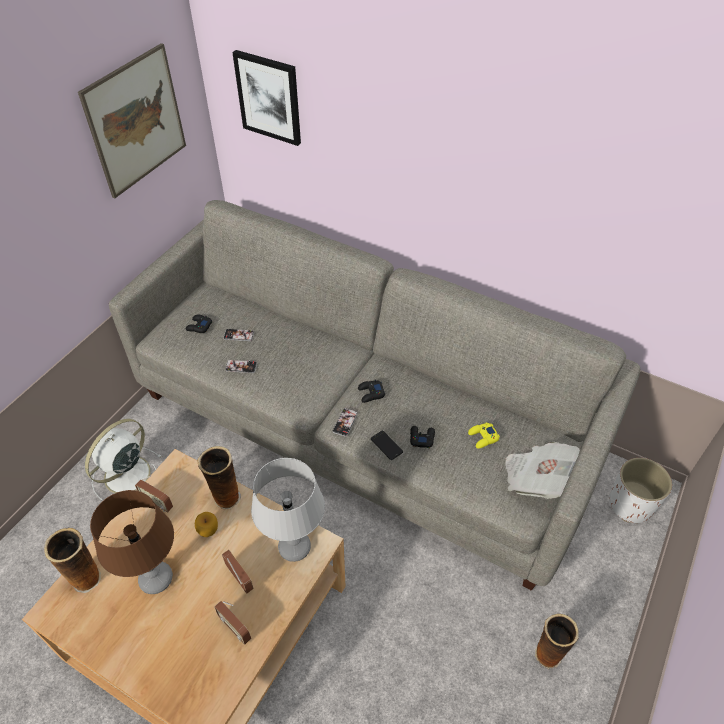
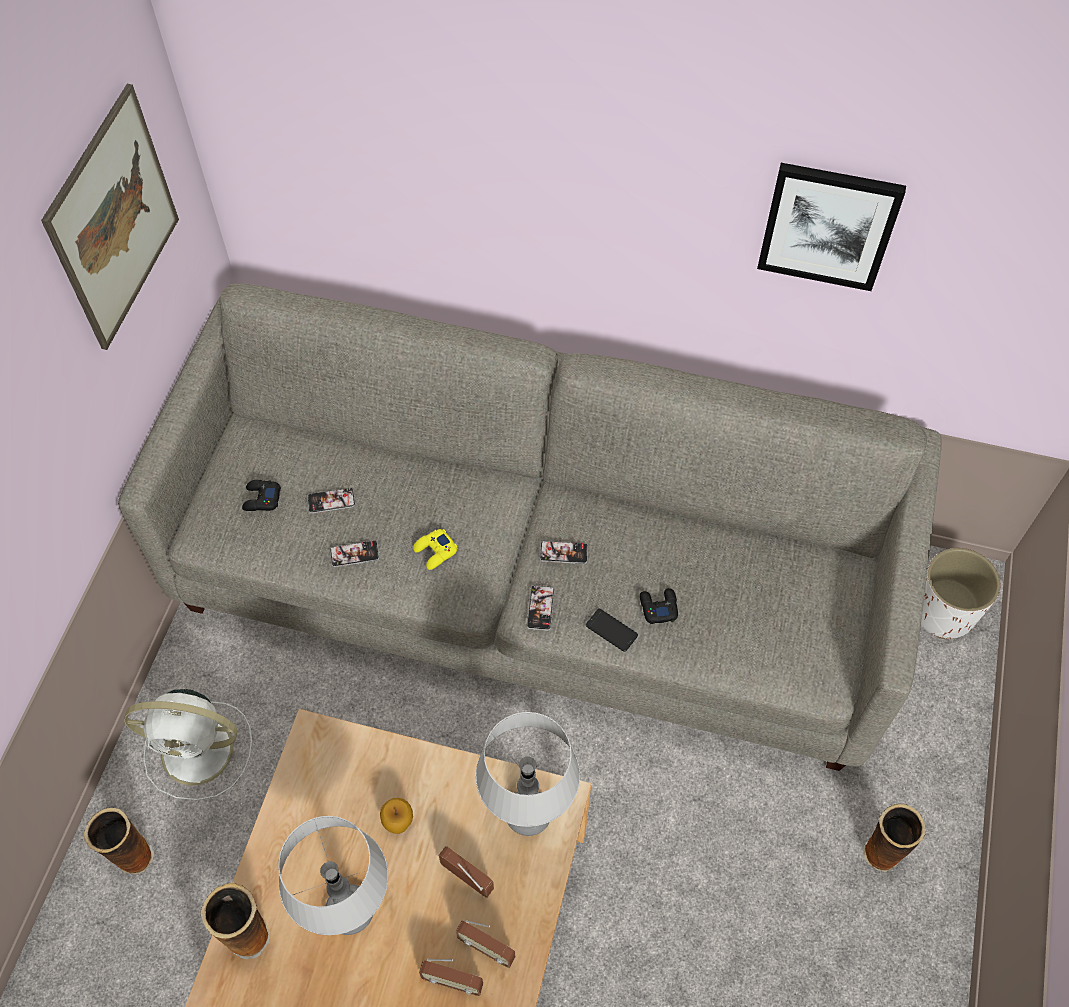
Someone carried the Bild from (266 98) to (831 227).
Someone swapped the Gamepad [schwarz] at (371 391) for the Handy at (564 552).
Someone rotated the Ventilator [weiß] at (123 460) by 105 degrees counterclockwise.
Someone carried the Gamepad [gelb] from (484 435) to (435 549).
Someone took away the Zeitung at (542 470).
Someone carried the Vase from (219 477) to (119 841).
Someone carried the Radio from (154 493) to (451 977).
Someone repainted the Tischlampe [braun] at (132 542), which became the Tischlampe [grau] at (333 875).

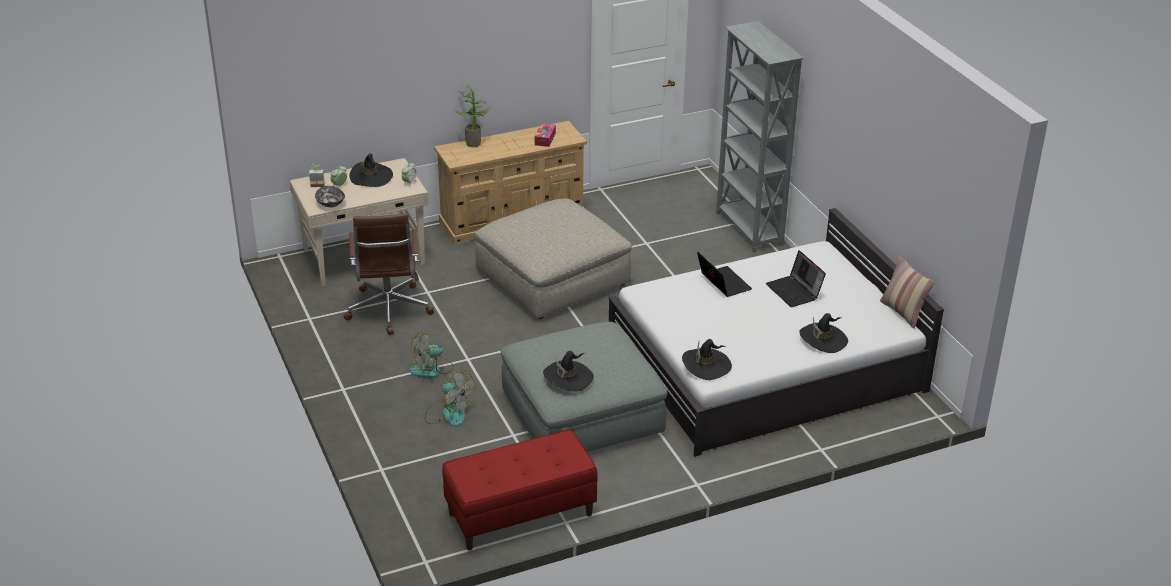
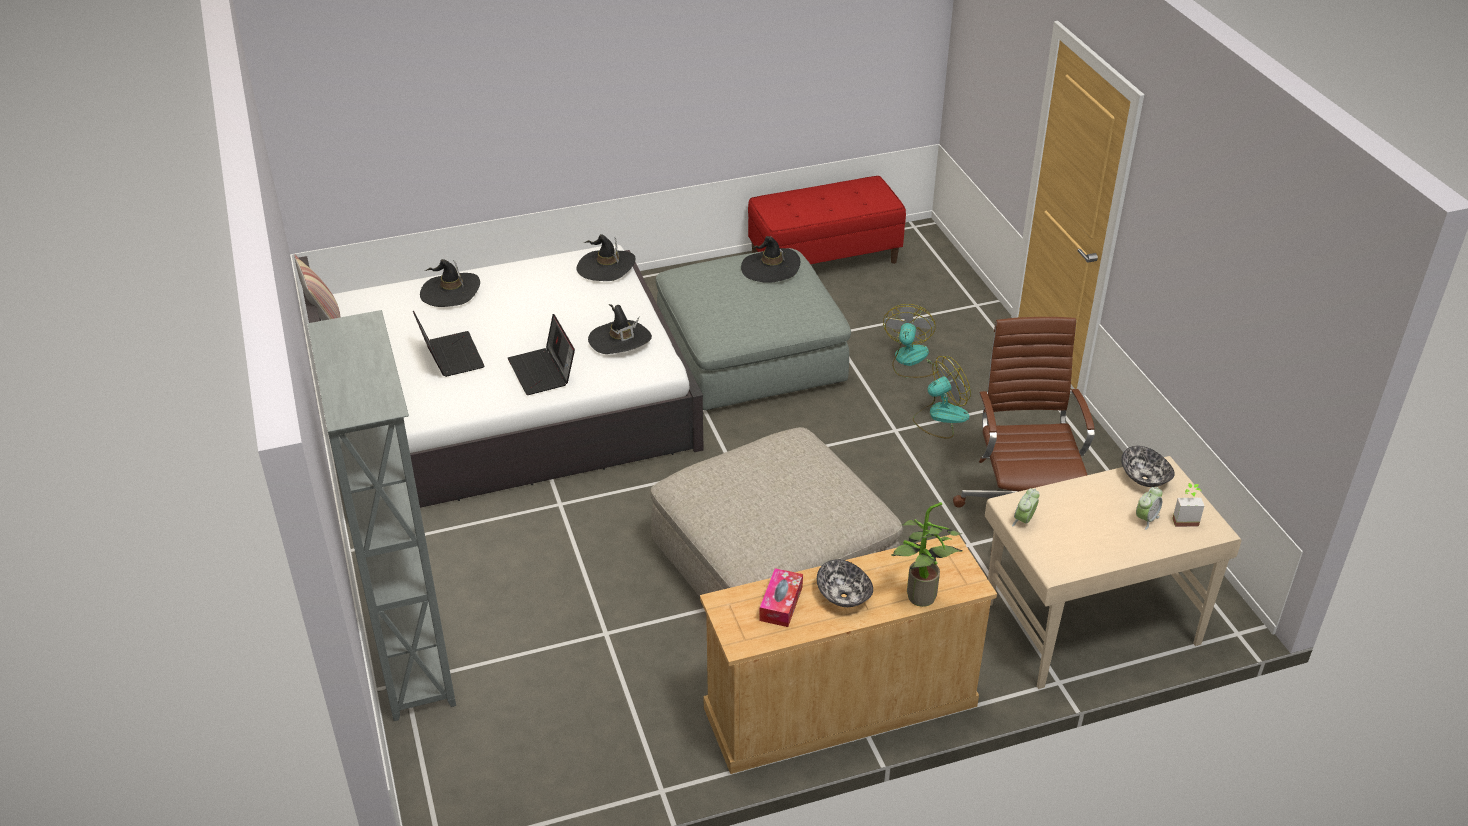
Someone carried the Hut [schwarz] from (371 170) to (620 329).
Someone rotated the Ventilator at (450 398) by 60 degrees clockwise.
Someone put down the Schüssel at (845 583).

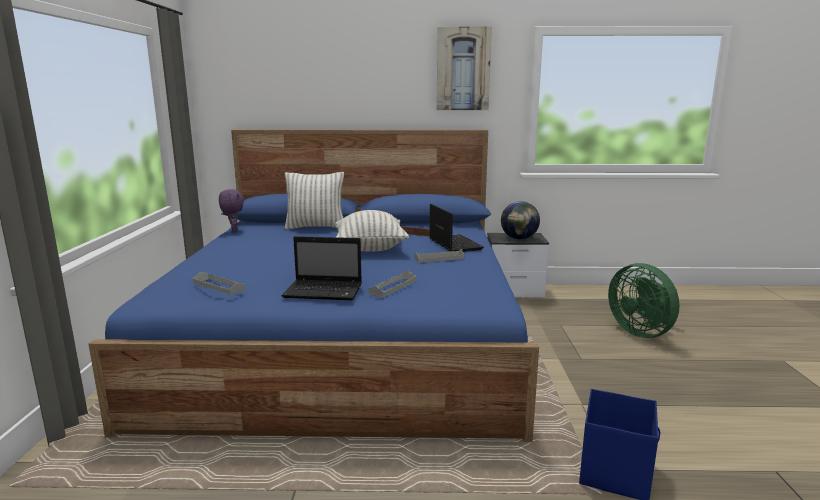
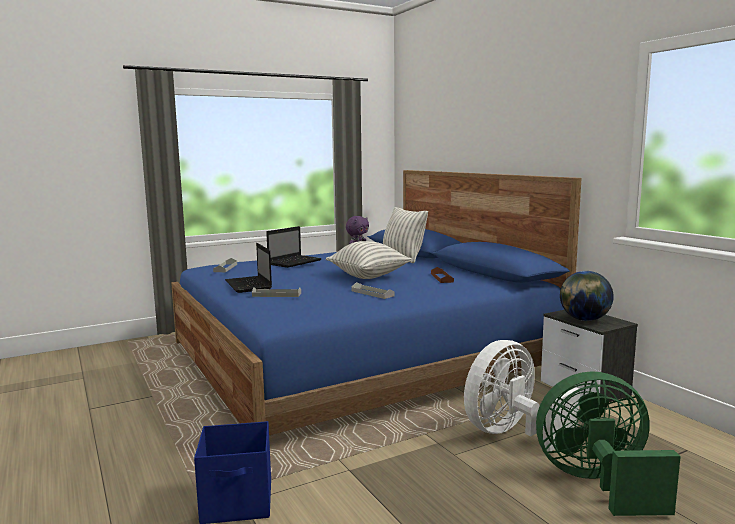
Someone took away the Bild at (464 68).
Someone carried the Laptop from (456 228) to (294 247).
Someone rotated the Ventilator [grün] at (643 300) by 60 degrees clockwise.
Someone put down the Ventilator [weiß] at (522 395).

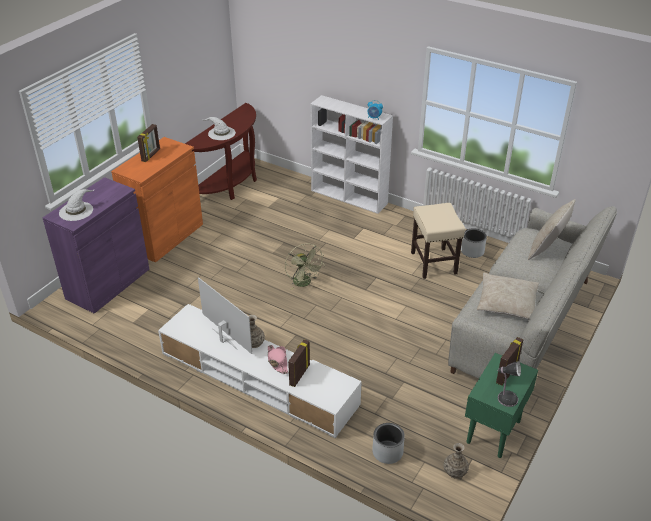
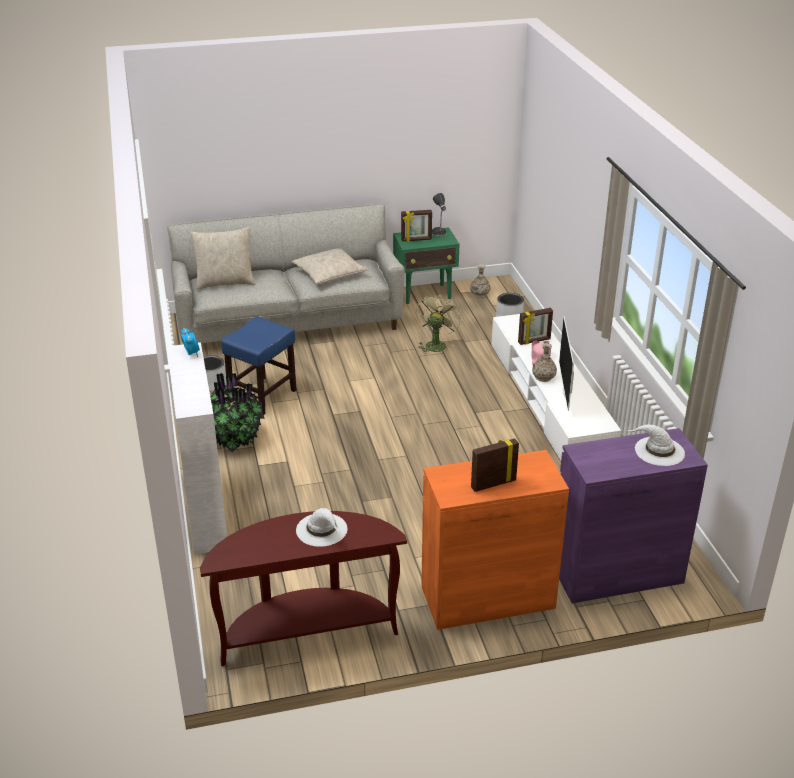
Someone repainted the Hocker [beige] at (438 241), which became the Hocker [blau] at (259 366).
Someone carried the Ventilator [grün] from (305 267) to (438 323).
Someone put down the Topfpflanze at (237 412).

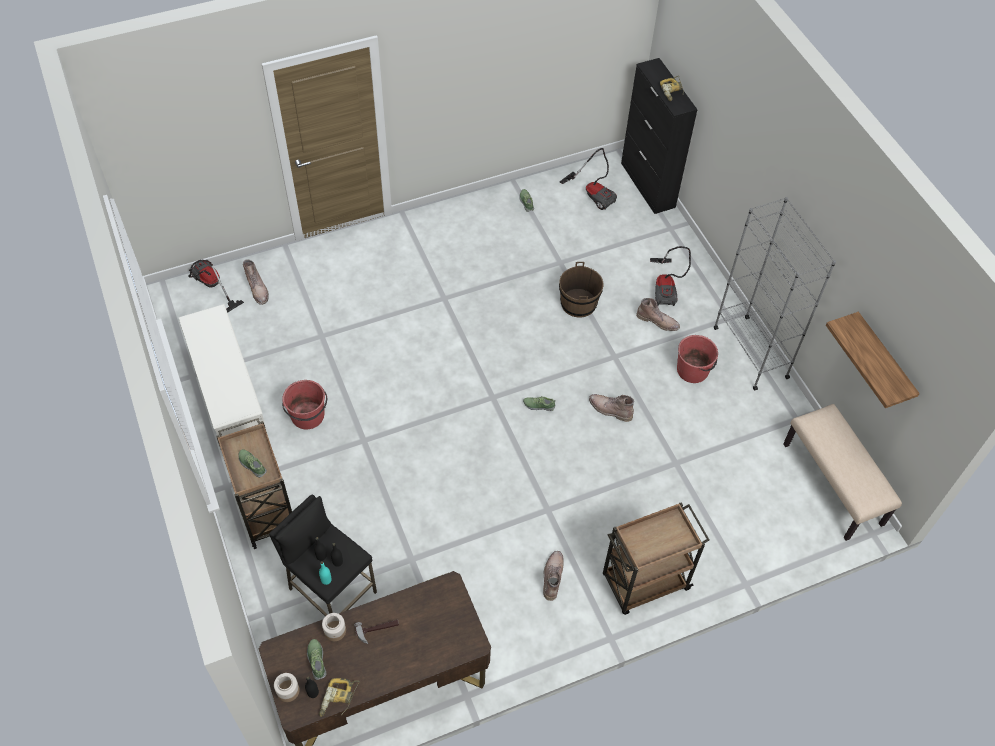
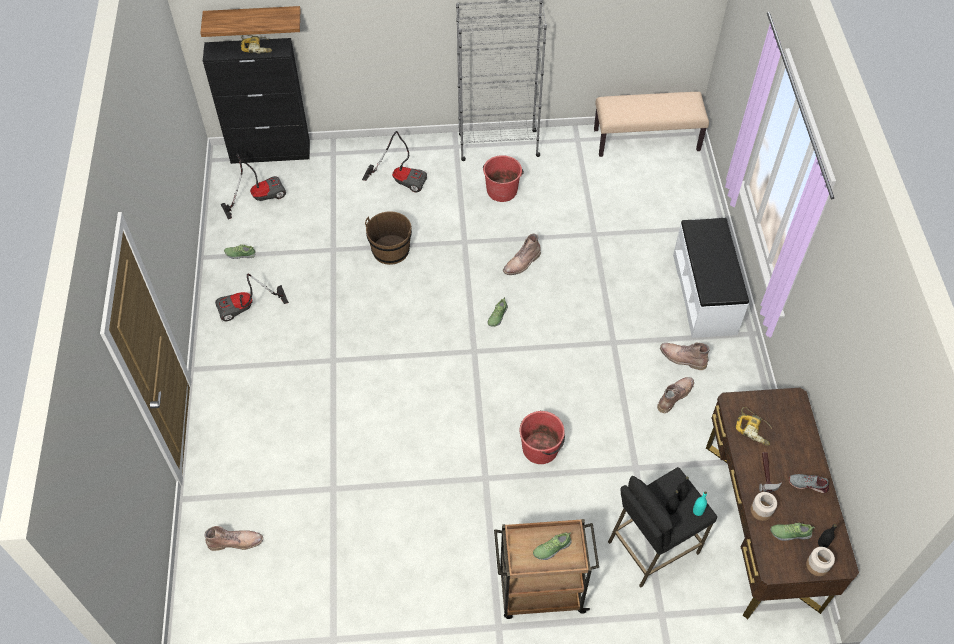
Someone carried the Staubsauger from (216 286) to (252 298).
Someone carried the Stiefel [braun] from (658 314) to (675 395).
Someone took away the Schuhregal [weiß] at (224 374).
Someone carried the Wandregal from (873 360) to (250 21).
Someone carried the Eimer [rot] from (304 404) to (542 437).
Someone swapped the Rollwagen [braun] at (656 558) for the Bank [weiß] at (711 278).
Someone carried the Bohrmaschine from (339 697) to (754 426).
Someone put down the Schuh [grau] at (809 483).

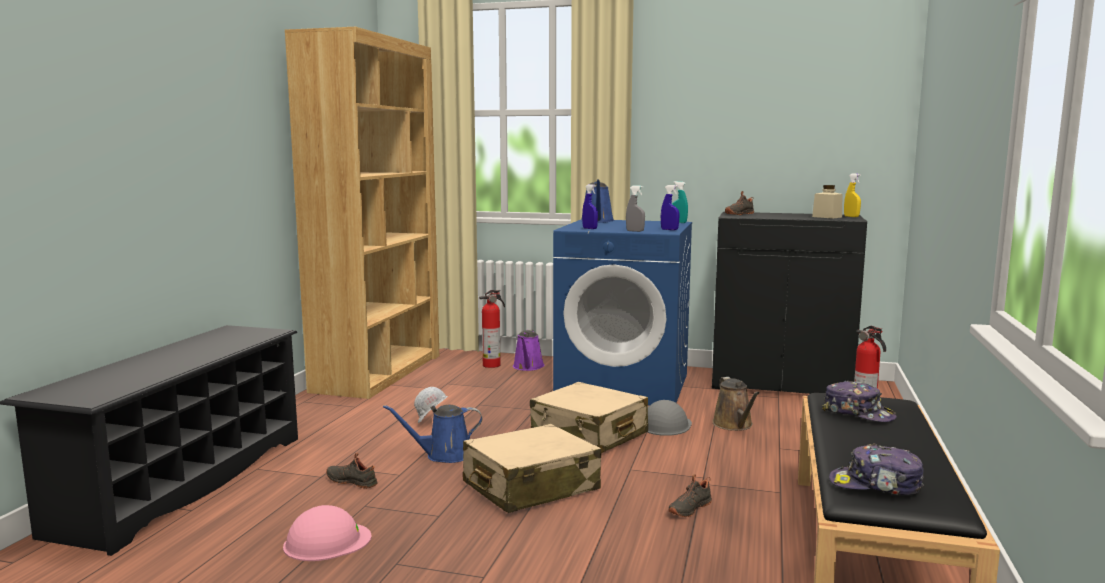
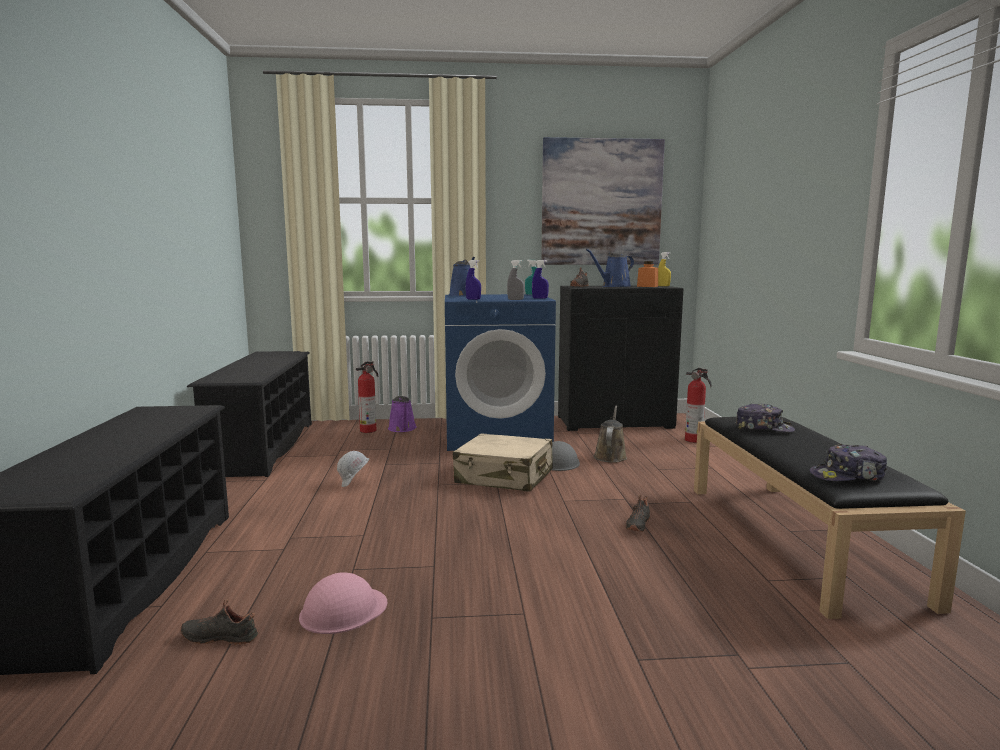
Someone swapped the Bücherregal [braun] at (362 213) for the Schuhregal [schwarz] at (249 414).
Someone repainted the Vorratsglas [beige] at (827 202), which became the Vorratsglas [orange] at (647 274).
Someone rotated the Gießkanne [braun] at (736 404) by 135 degrees counterclockwise.
Someone carried the Gießkanne [blau] from (432 434) to (610 268).
Someone took away the Koffer [beige] at (532 468).
Someone carried the Schuh [schwarz] from (352 471) to (219 622).
Someone put up the Bild at (603 201).

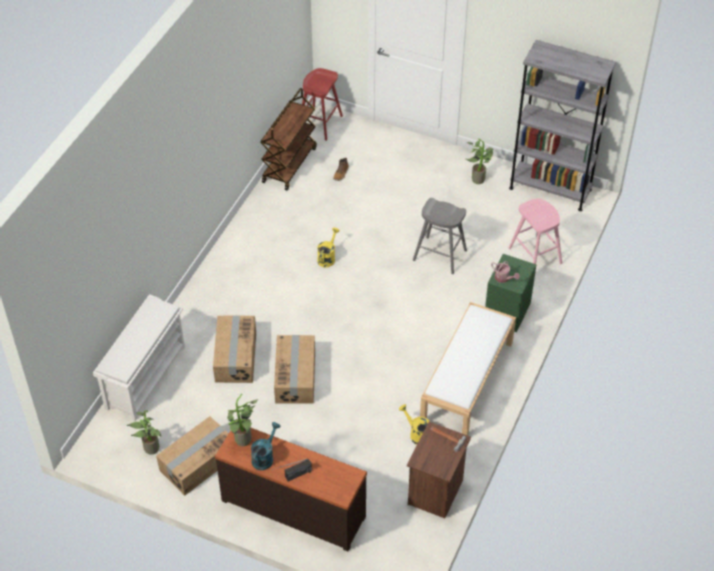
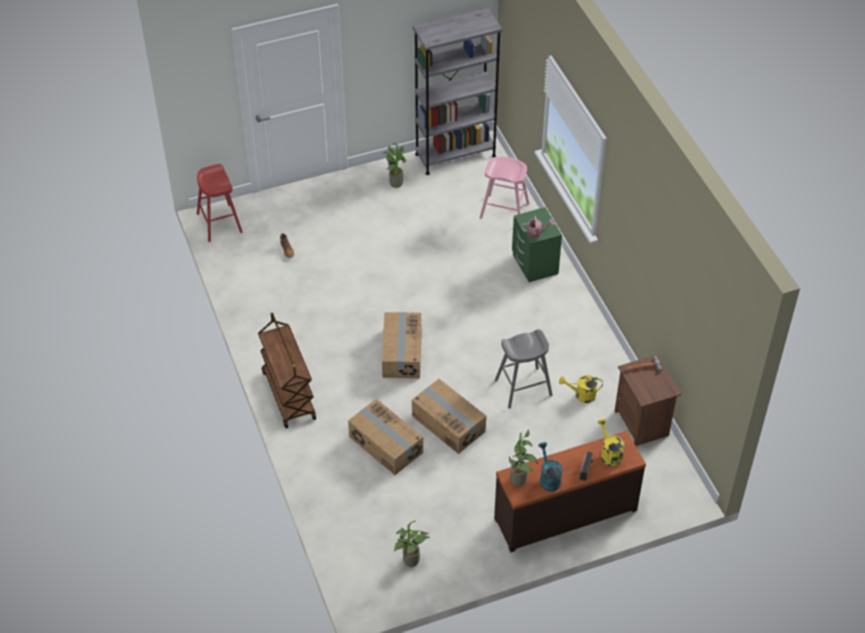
Someone carried the Rollwagen [braun] from (288 139) to (287 370).
Someone carried the Hocker [grau] from (440 236) to (524 368).
Someone carried the Gießkanne [gelb] from (328 247) to (611 443).
Someone took away the Schuhregal [weiß] at (139 357).
Someone took away the Bank [weiß] at (468 368).
Someone carried the Karton from (192 456) to (402 345).

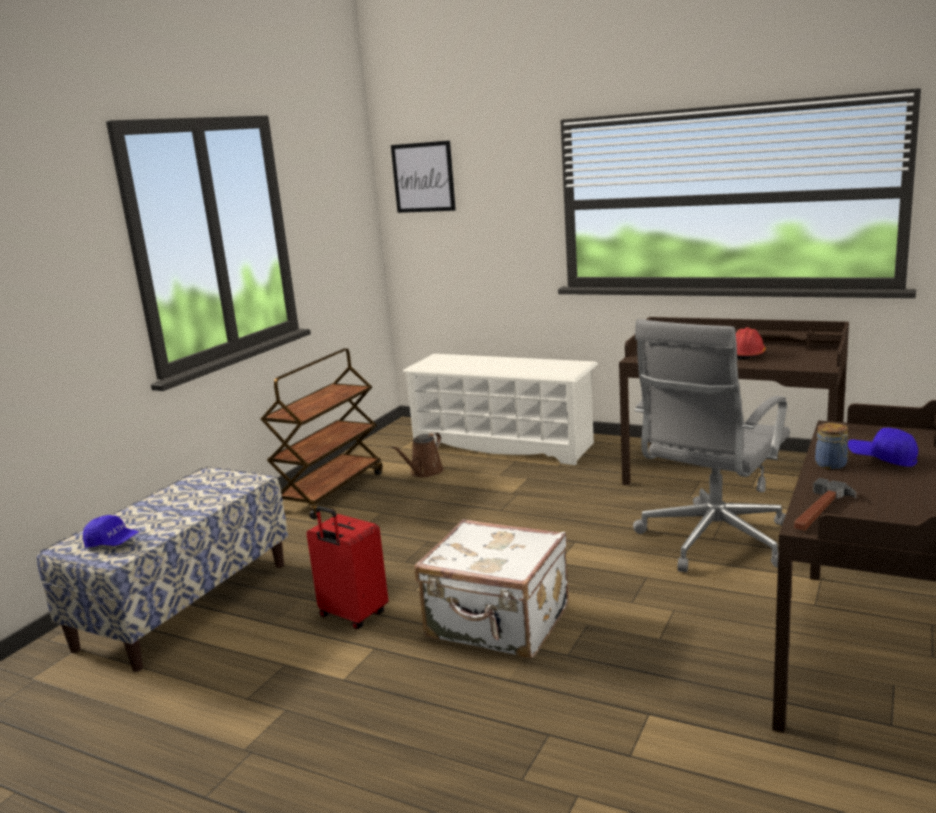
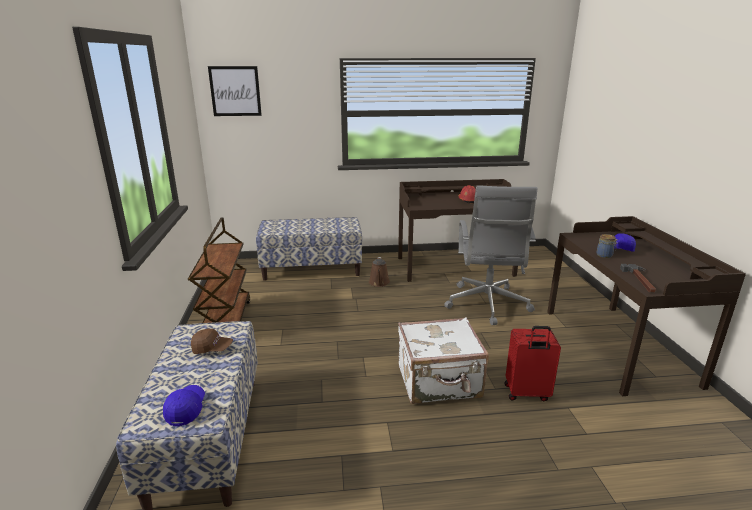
Someone swapped the Schuhregal [weiß] at (500 409) for the Bank at (309 249).
Someone carried the Gießkanne [braun] from (417 454) to (379 272).
Someone carried the Koffer [rot] from (347 567) to (532 363).
Someone rotated the Kappe [blau] at (111 531) by 75 degrees counterclockwise.
Someone put down the Kappe [braun] at (212 341).

